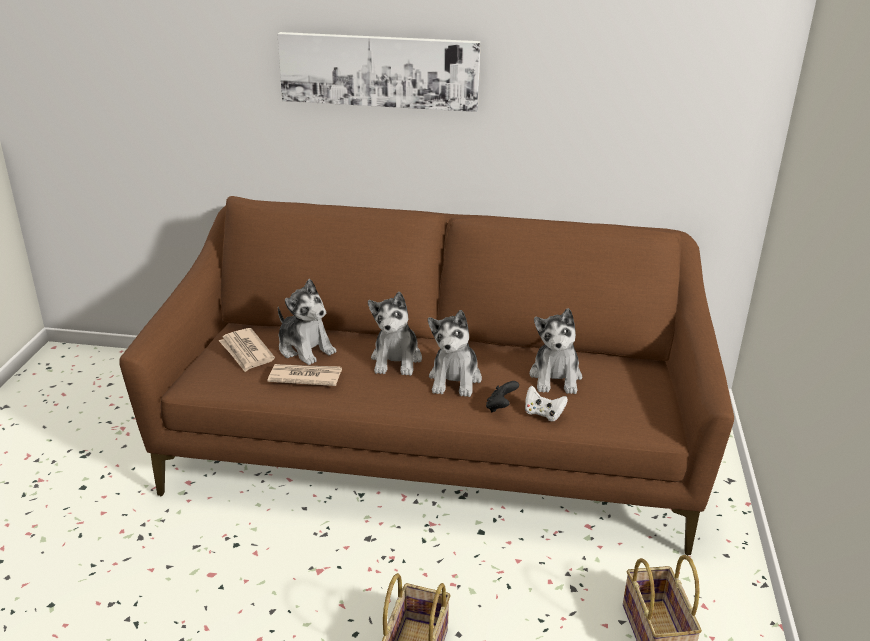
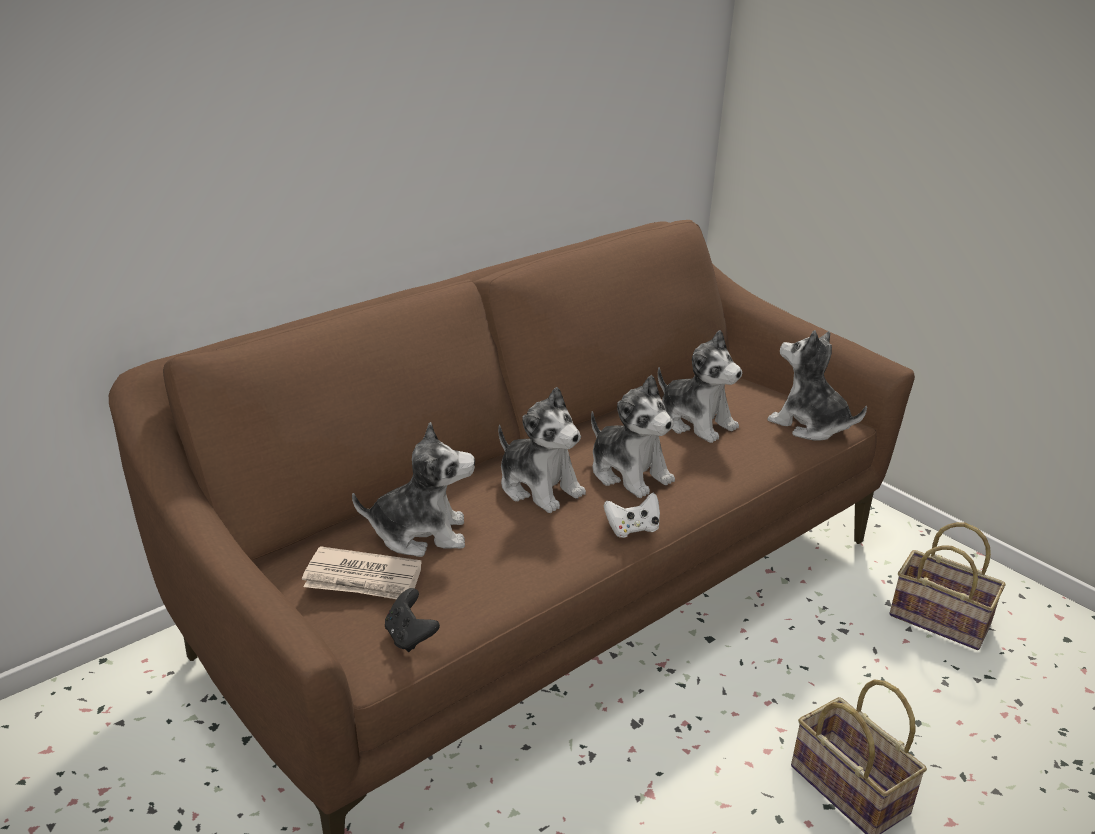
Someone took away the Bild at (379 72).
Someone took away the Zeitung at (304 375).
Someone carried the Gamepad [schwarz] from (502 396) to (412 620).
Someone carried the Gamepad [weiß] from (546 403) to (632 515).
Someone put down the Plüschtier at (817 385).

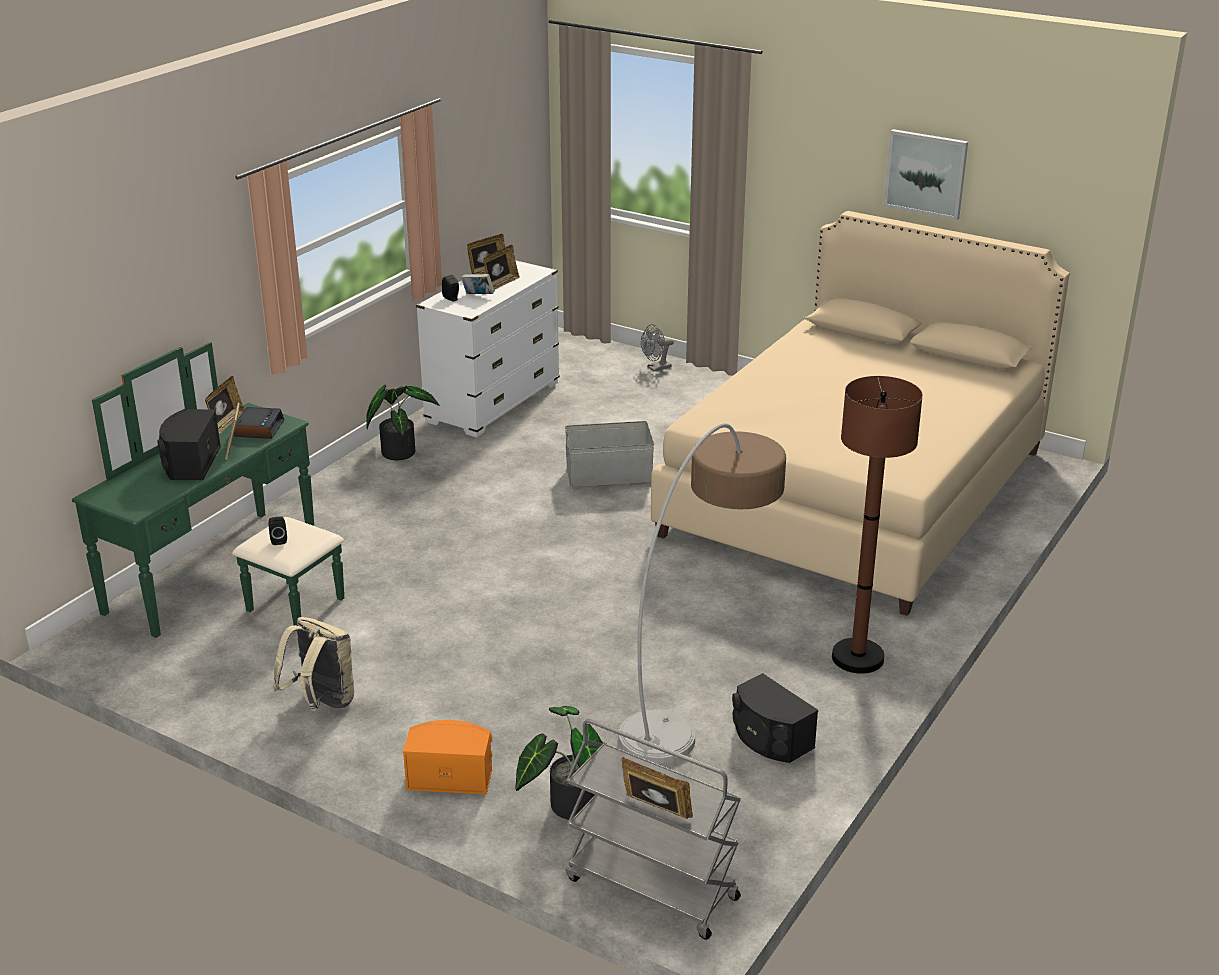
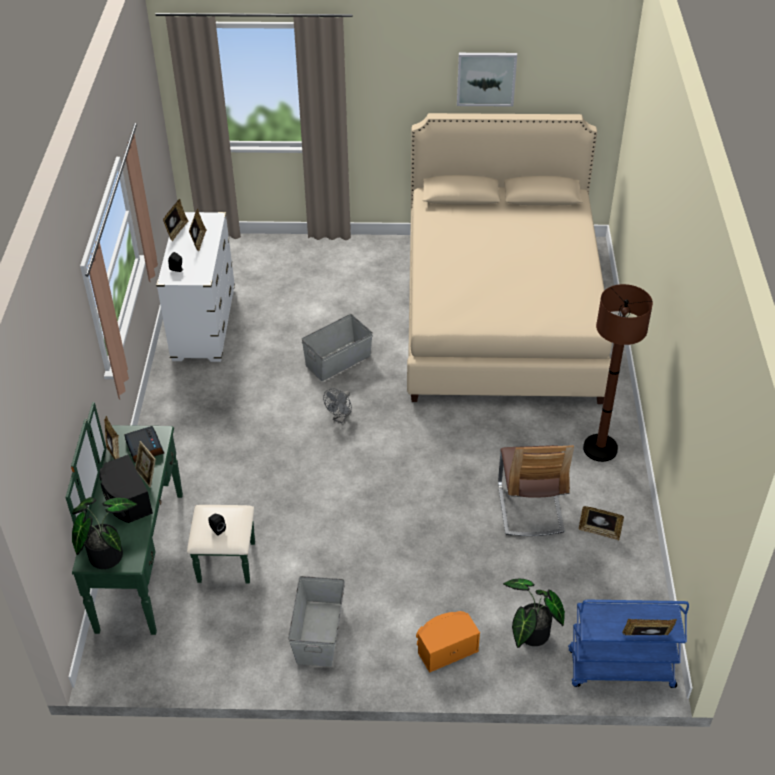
Someone took away the Buch at (478 284).
Someone carried the Ventilator [grau] from (657 347) to (337 405).
Someone carried the Topfpflanze from (403 422) to (104 533).
Someone swapped the Stehlampe at (702 593) for the Stuhl at (536 490).
Someone swapped the Rucksack [beige] at (313 664) for the Aufbewahrungsbox [grau] at (316 621).
Someone swapped the Lautsprecher [schwarz] at (775 718) for the Bilderrahmen at (601 523).
Someone repainted the Rollwagen [grau] at (653 829), which became the Rollwagen [blau] at (628 644).

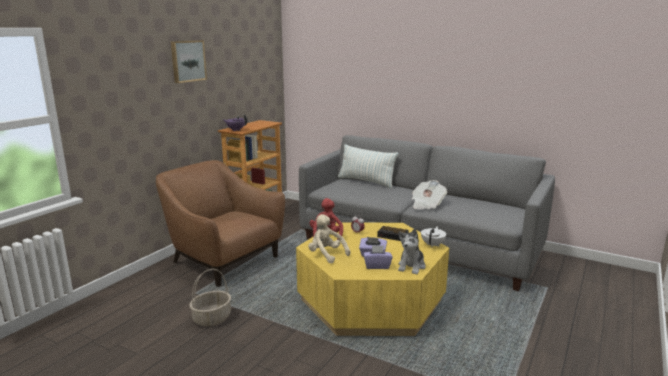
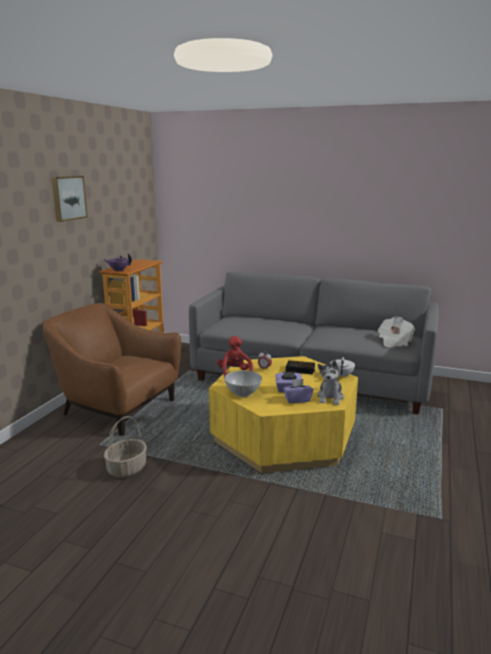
Someone took away the Kissen at (368 166).
Someone carried the Zeitung from (429 194) to (396 332).
Someone swapped the Plüschtier [beige] at (329 238) for the Schüssel [weiß] at (243 383).

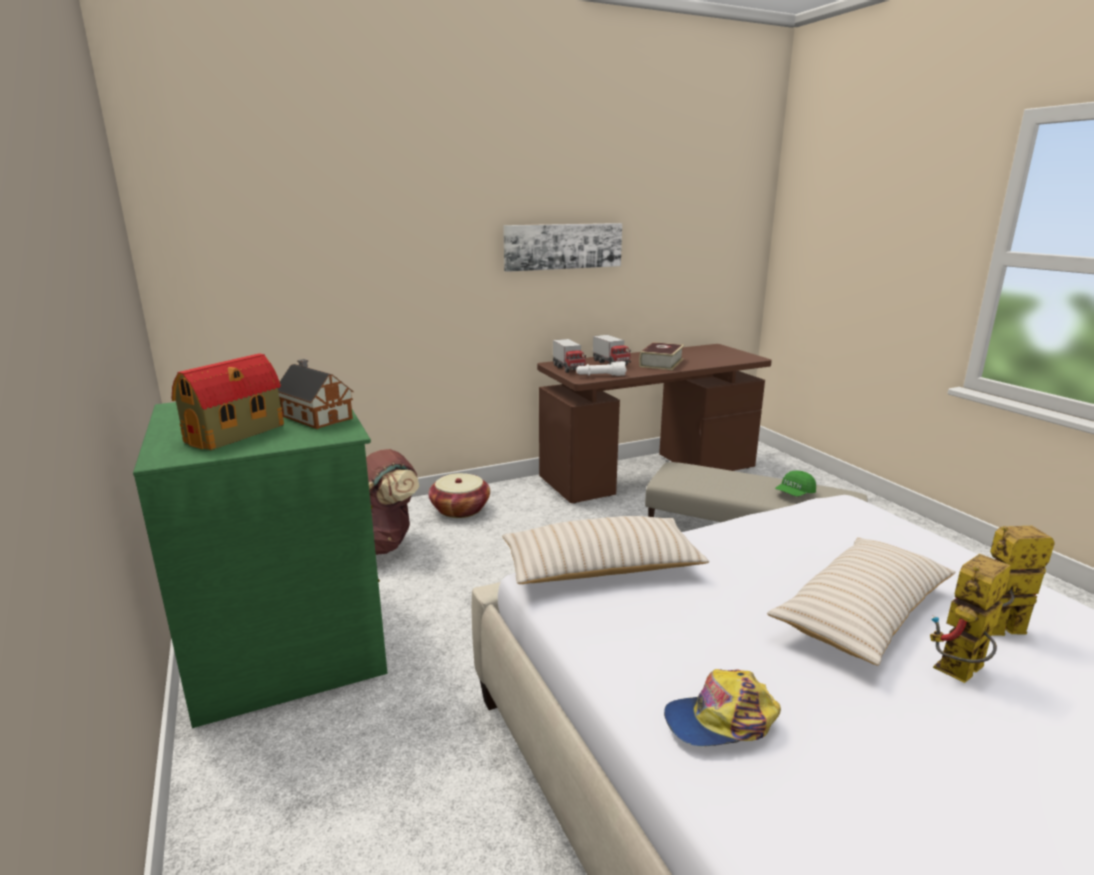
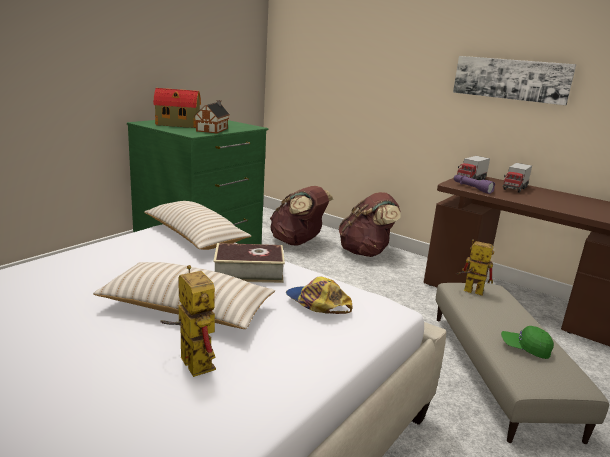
Someone carried the Buch from (661 356) to (249 263).
Someone repainted the Taschenlampe [weiß] at (601 368), which became the Taschenlampe [lila] at (474 184).
Someone swapped the Korb at (459 495) for the Rucksack [braun] at (369 224).
Someone carried the Spielzeugroboter from (970 618) to (475 267).
Someone carried the Kappe from (722 707) to (319 295).

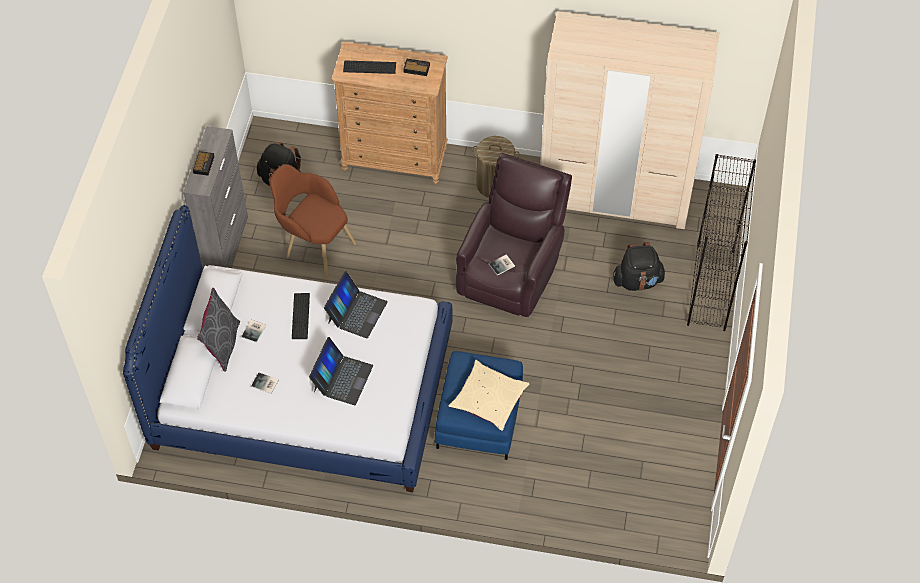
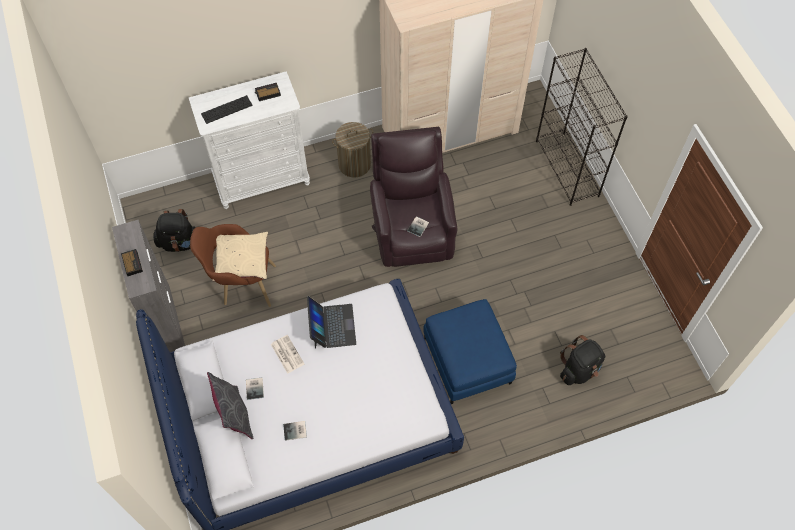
Someone repainted the Kommode [braun] at (390 113), which became the Kommode [weiß] at (249 140).
Someone carried the Rucksack [schwarz] from (639 266) to (582 360).
Someone swapped the Tastatur at (301 316) for the Zeitung at (287 354).
Someone took away the Laptop at (341 371).
Someone carried the Kissen [beige] from (488 395) to (240 256).

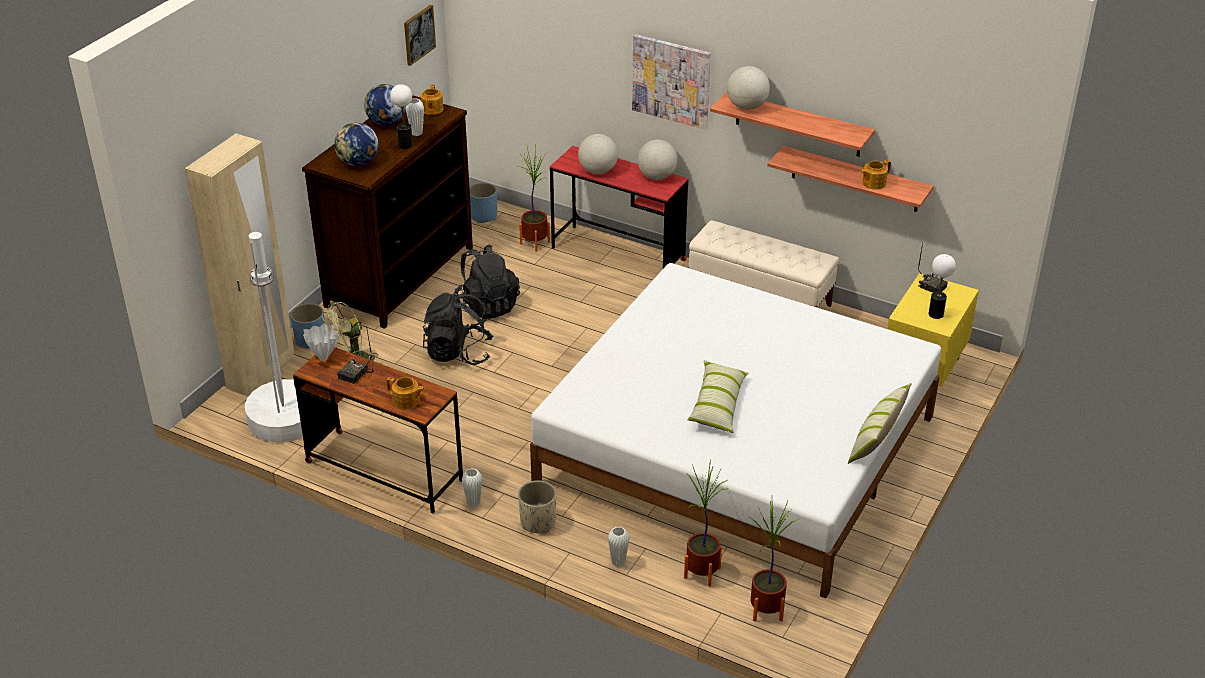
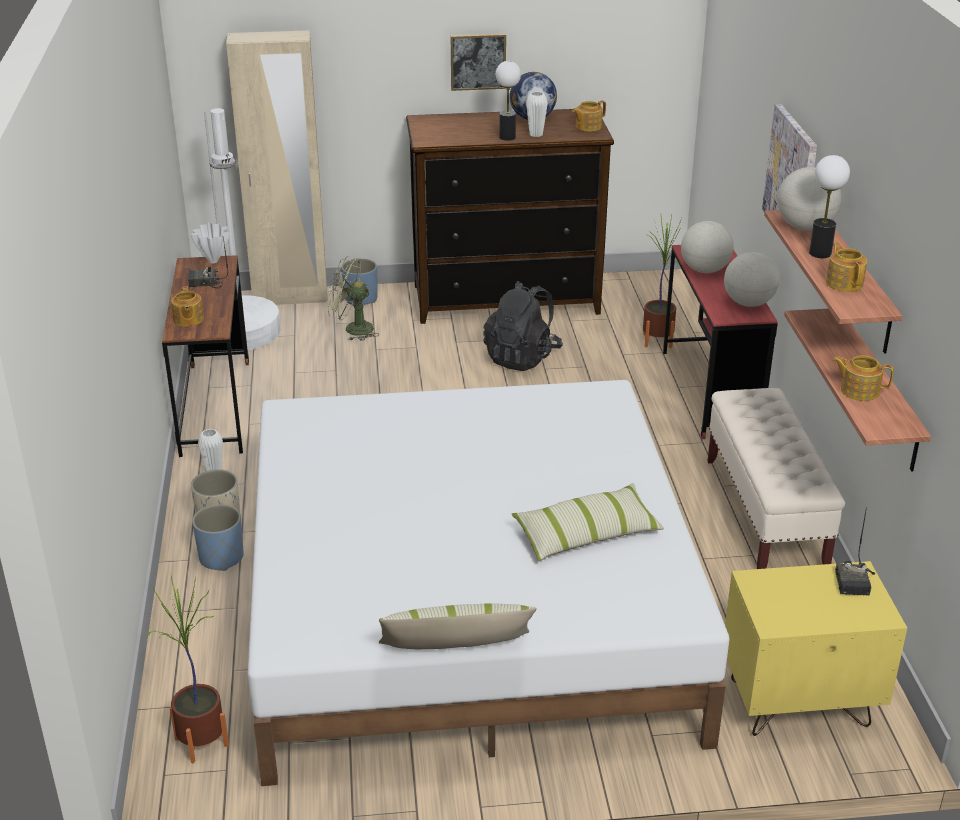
Someone carried the Bild from (420 35) to (478 62).
Someone took away the Globus at (356 144).
Someone carried the Pflanzkübel [blau] from (483 203) to (218 537).
Someone carried the Tischlampe from (942 286) to (829 206).
Someone took away the Rucksack [schwarz] at (458 328).
Someone carried the Kissen from (717 396) to (587 522).
Someone took away the Topfpflanze at (706 523).
Someone took away the Vase [weiß] at (618 547).
Someone put down the Teekanne at (846 267).

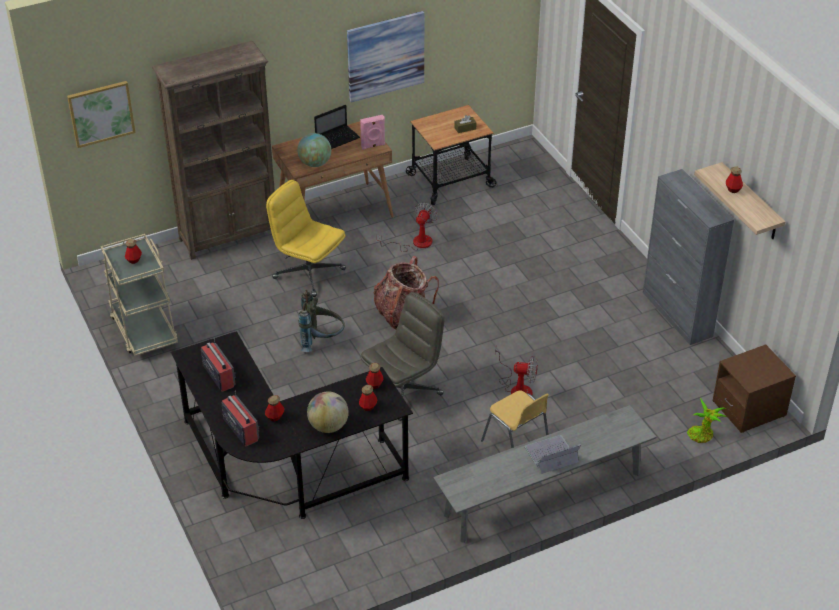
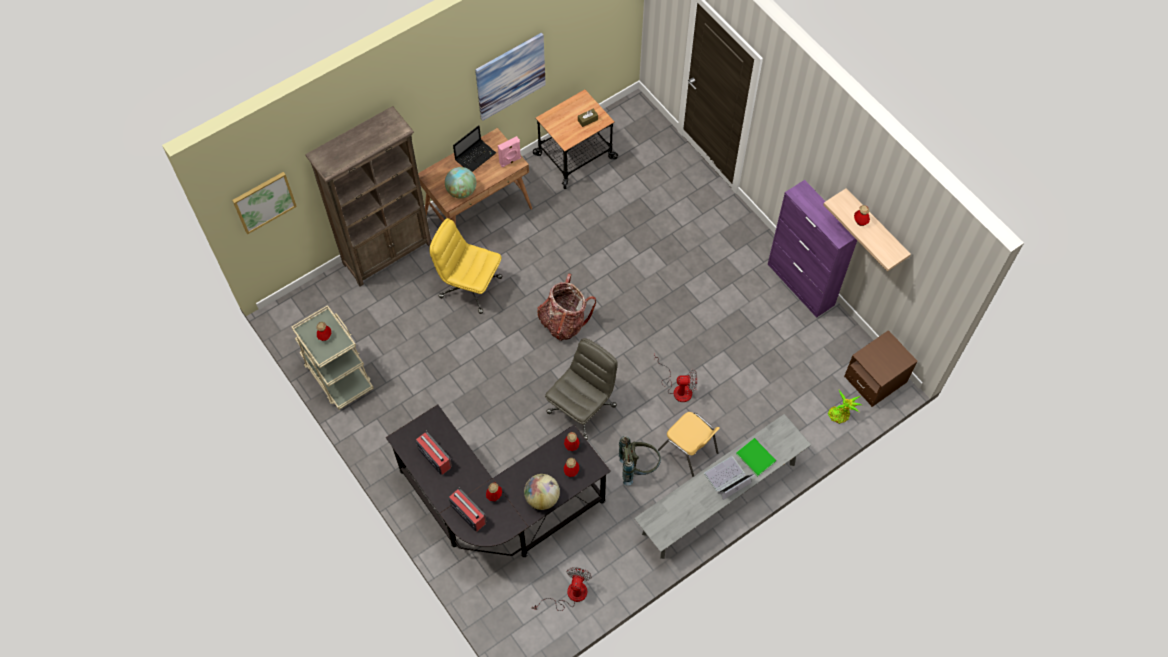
Someone repainted the Schrank [grau] at (688 257), which became the Schrank [lila] at (812 249).
Someone carried the Ventilator from (407 227) to (562 589).
Someone carried the Rucksack [grau] from (322 321) to (640 461).
Someone put down the Buch [grün] at (756 457).

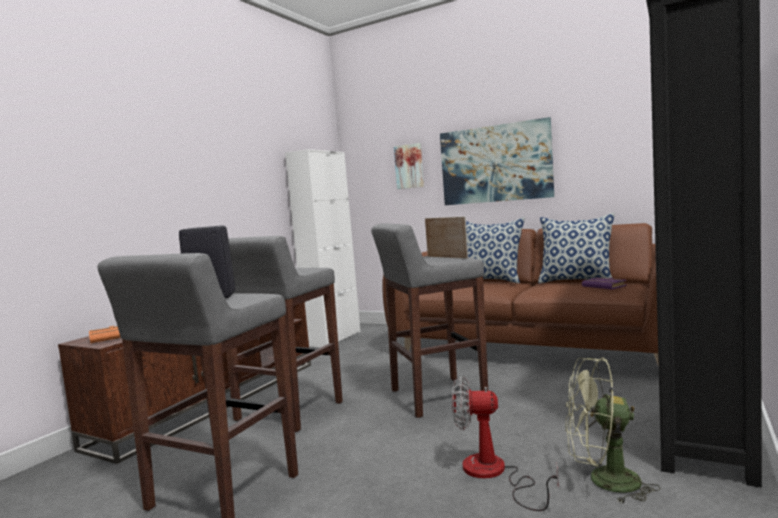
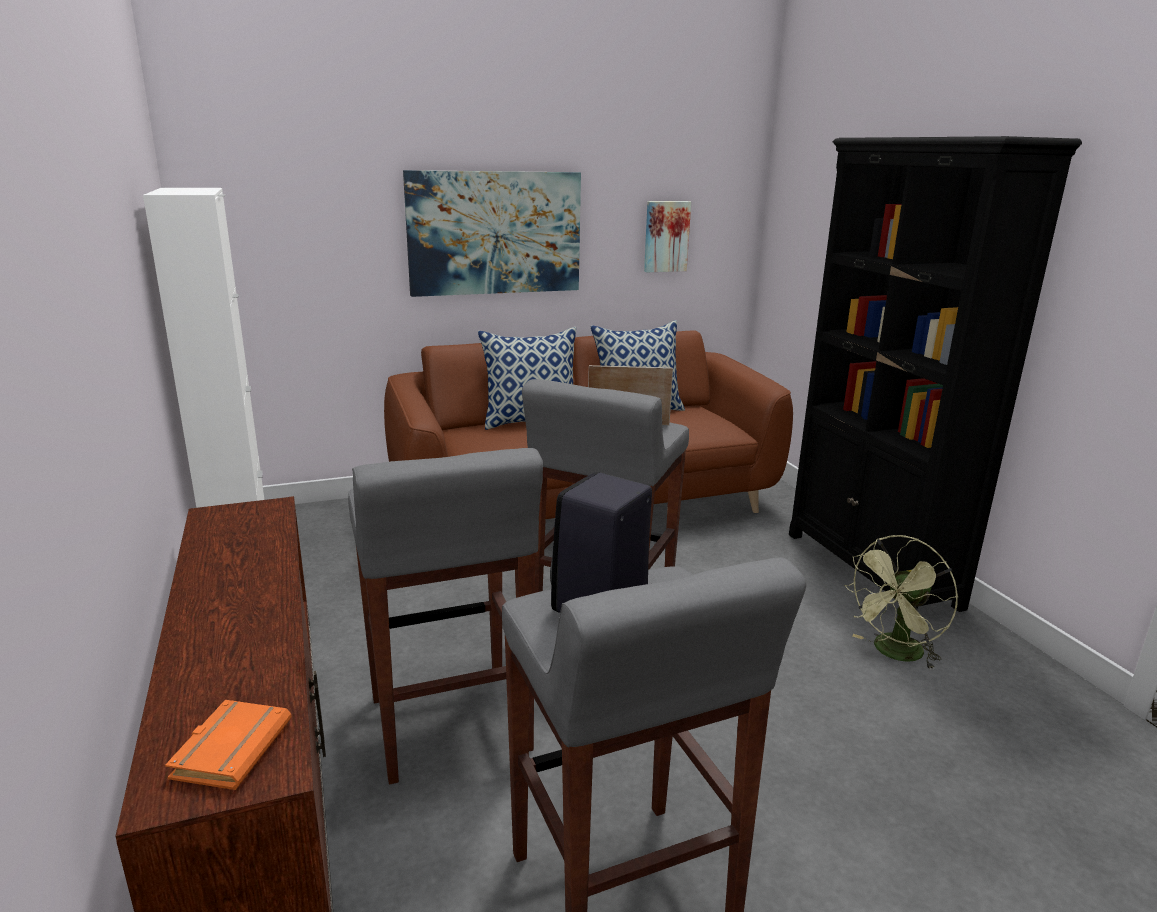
Someone carried the Bild from (409 166) to (667 236).
Someone took away the Buch [lila] at (604 283).
Someone took away the Ventilator at (505 443).

